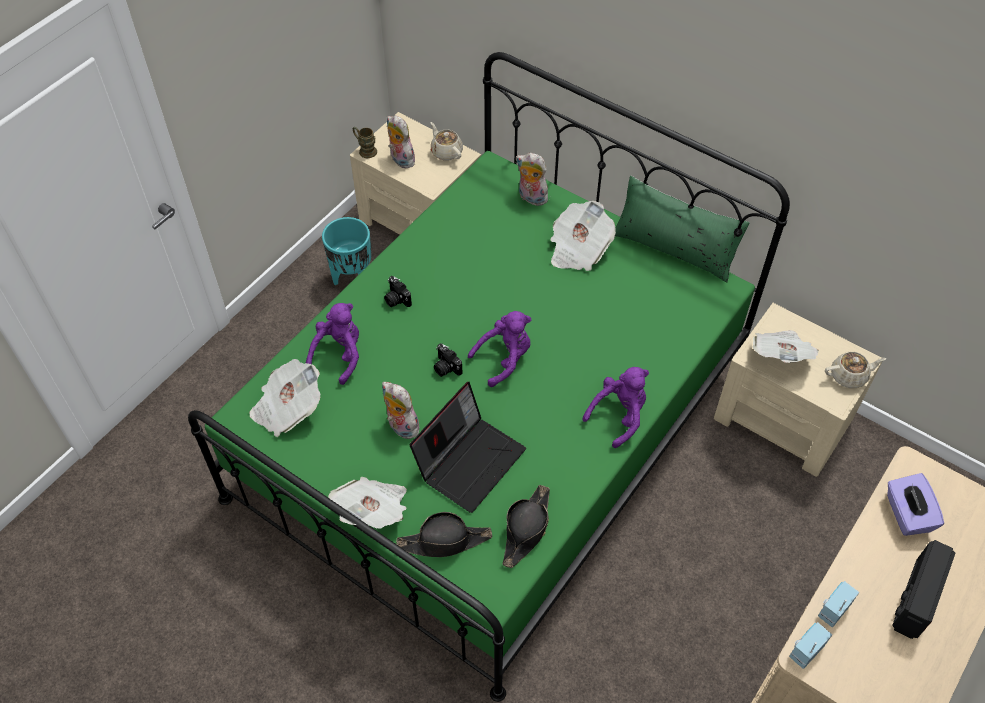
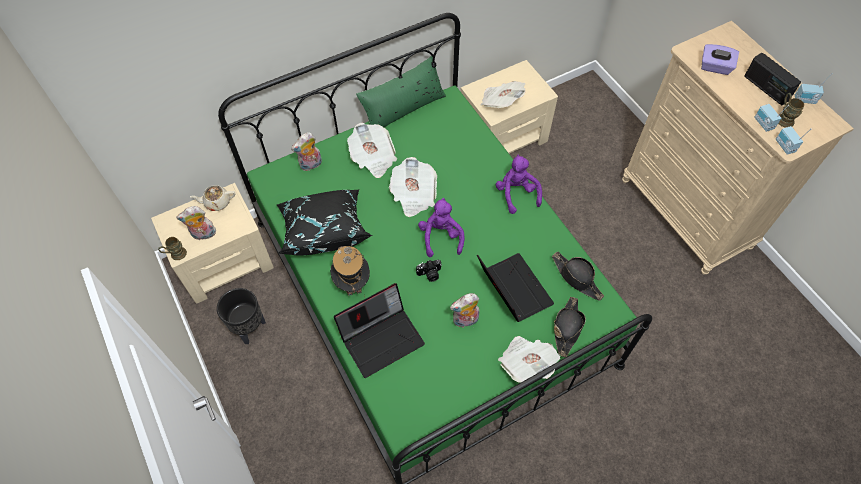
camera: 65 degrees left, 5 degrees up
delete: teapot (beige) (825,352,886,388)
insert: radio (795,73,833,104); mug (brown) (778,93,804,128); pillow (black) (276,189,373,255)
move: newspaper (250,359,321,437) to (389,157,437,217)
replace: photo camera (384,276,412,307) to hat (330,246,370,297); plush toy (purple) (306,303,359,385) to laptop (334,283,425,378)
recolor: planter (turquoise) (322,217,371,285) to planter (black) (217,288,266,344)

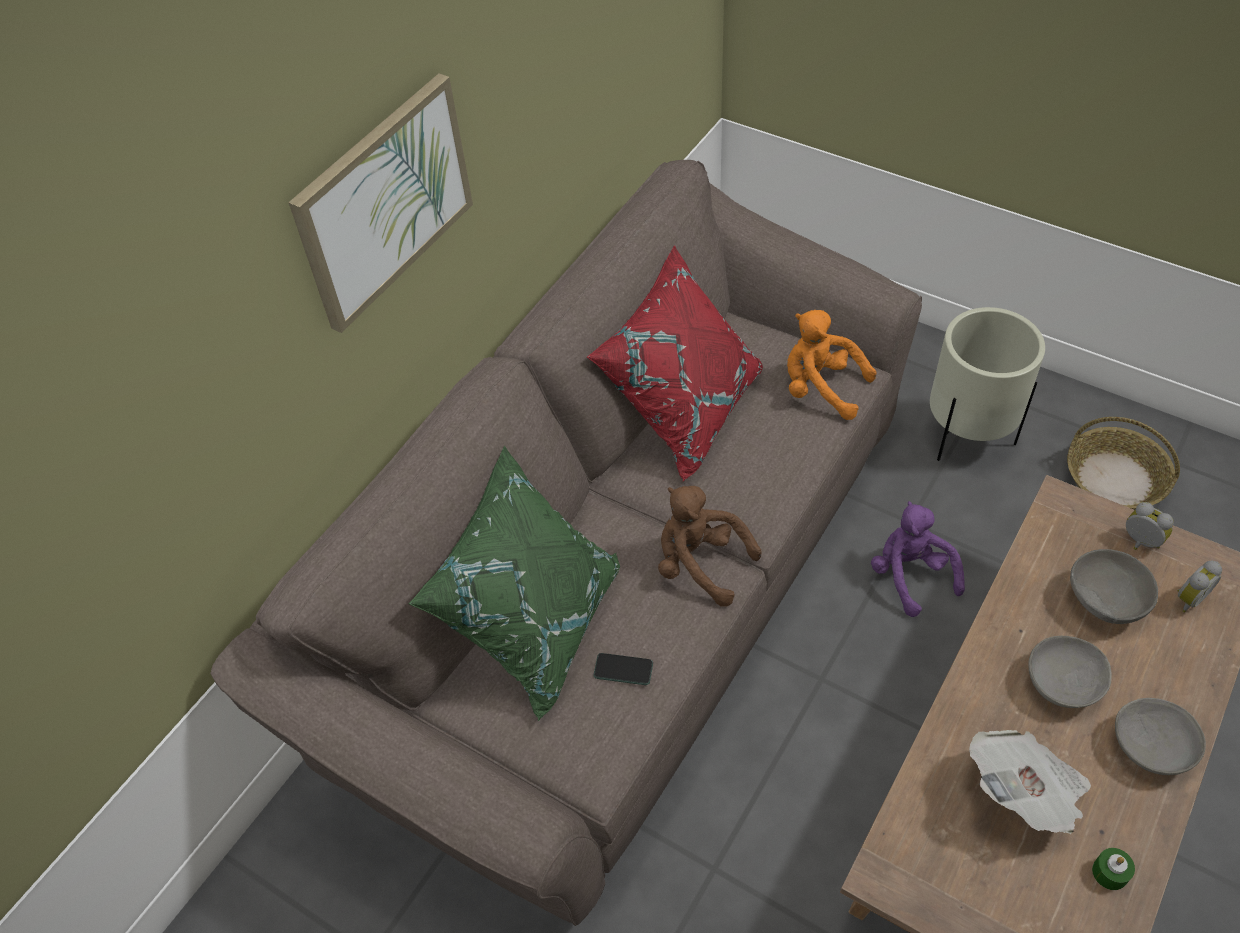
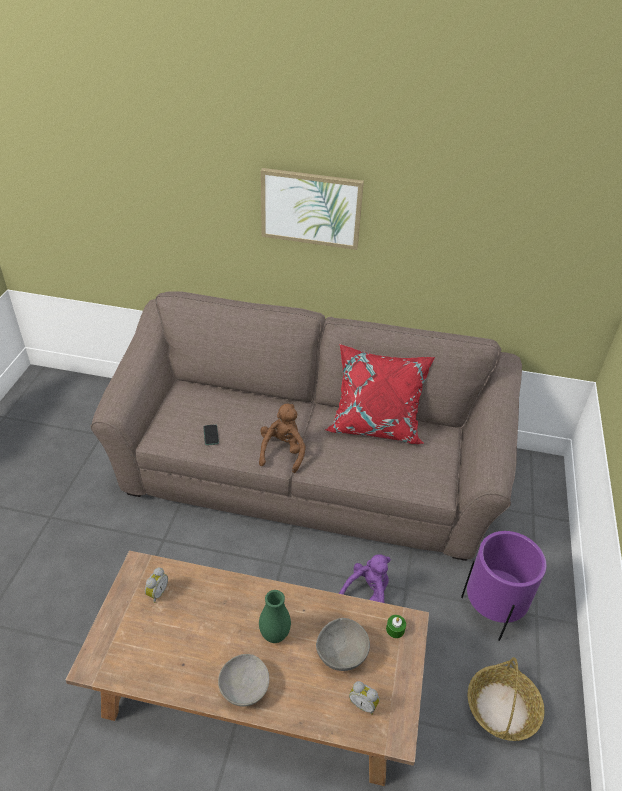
camera: 65 degrees right, 10 degrees down
delete: plush toy (orange) (787,310,877,420); pillow (green) (409,445,620,721); newspaper (969,730,1091,834)
move: alarm clock (1126,502,1174,550) to (145,567,168,603); candle (green) (1092,848,1135,890) to (386,615,406,638)
replace: bowl (grey) (1029,636,1112,708) to vase (green) (259,590,291,643)
recolor: planter (beige) (930,307,1045,461) to planter (purple) (461,531,546,641)

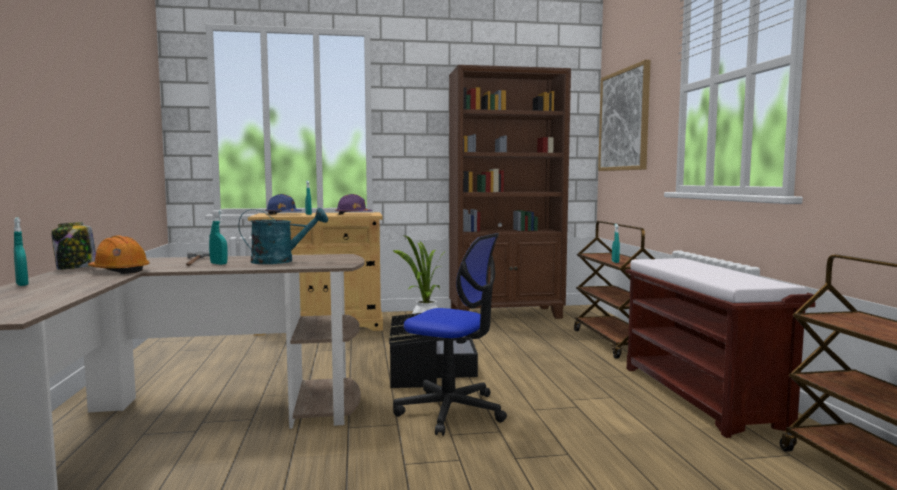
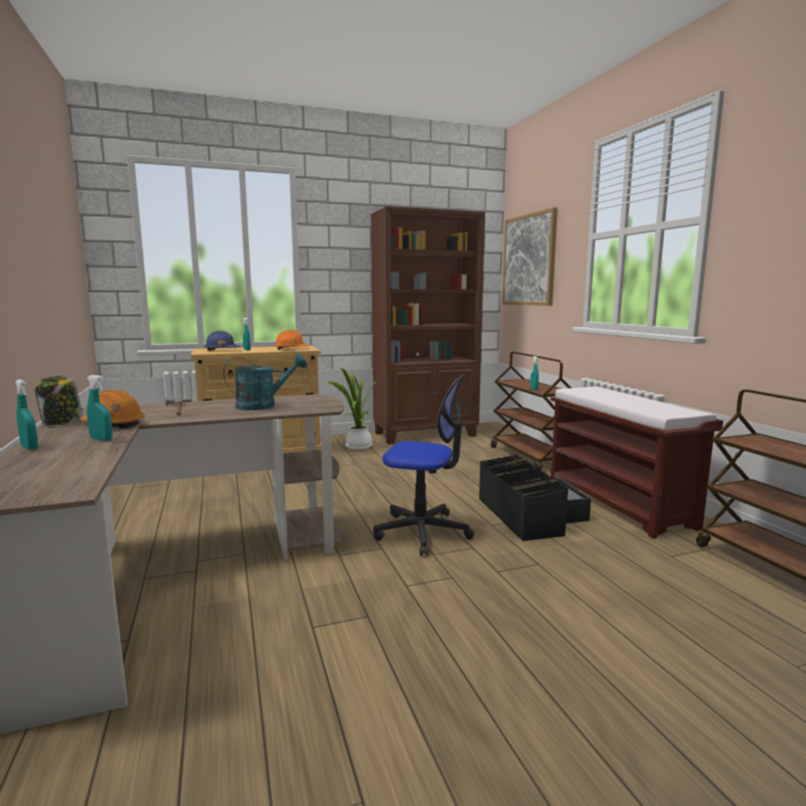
camera: 10 degrees left, 5 degrees up
move: spray bottle (turquoise) (209,210,228,265) to (87,375,113,441); storage box (black) (389,313,478,388) to (479,455,591,541)
recolor: hard hat (purple) (335,194,372,215) to hard hat (orange) (274,330,309,350)

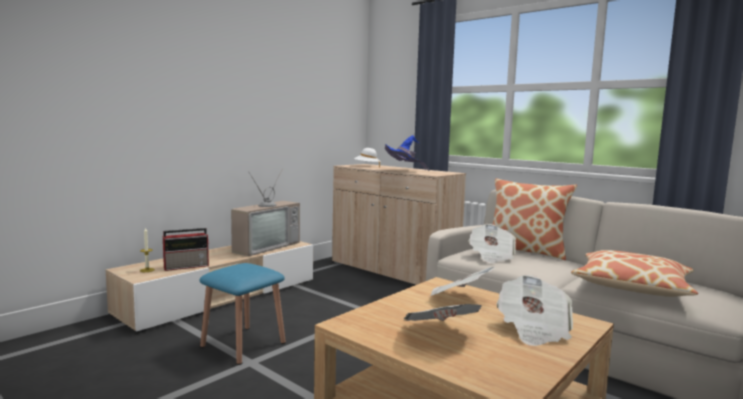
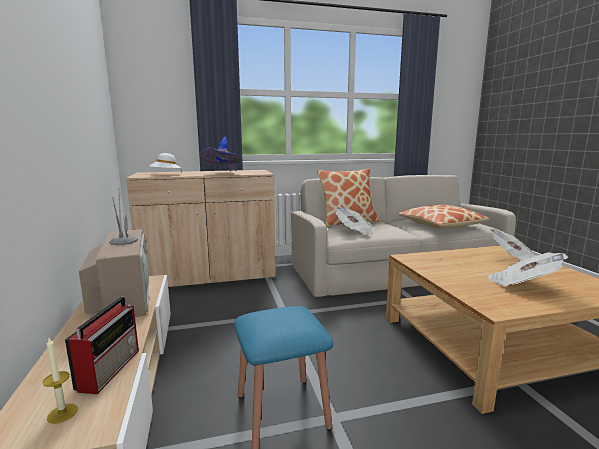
camera: 55 degrees left, 5 degrees up
delete: newspaper (431,266,495,296)

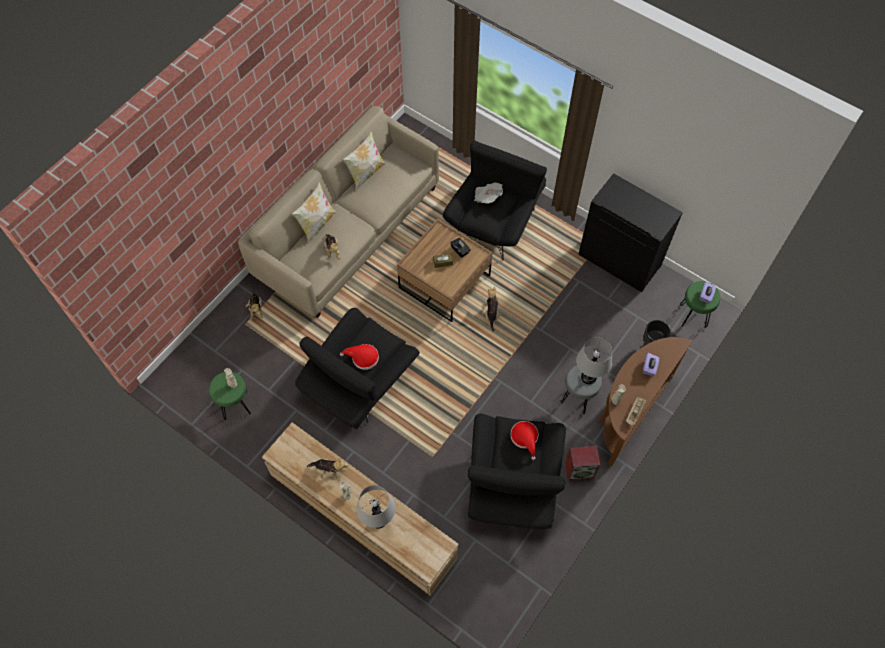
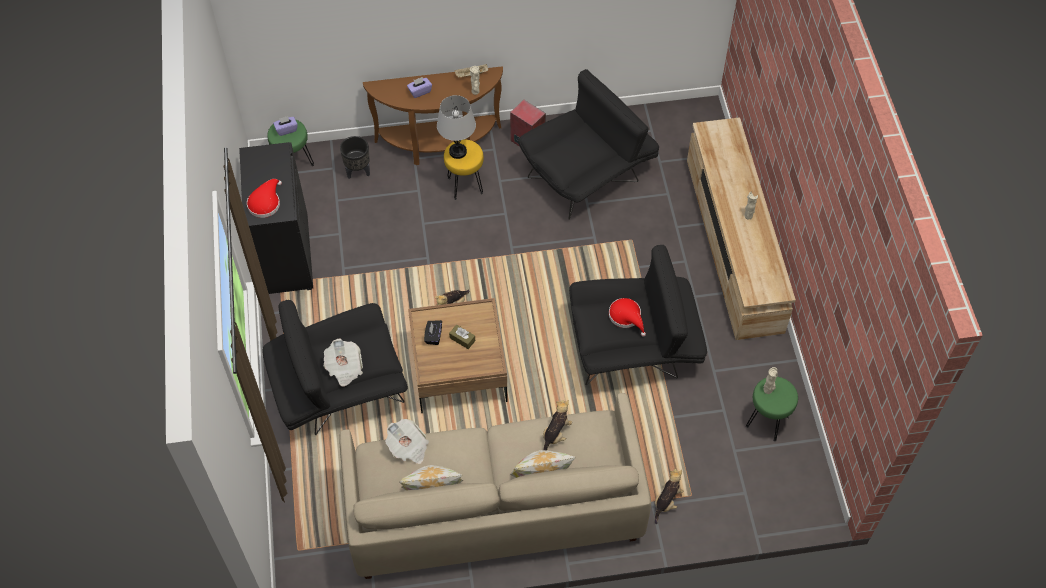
camera: 135 degrees left, 5 degrees down
delete: plush toy (307,458,348,481); table lamp (grey) (356,485,396,529)
insert: newspaper (385,419,429,464)
move: hat (red) (510,421,538,460) to (247,179,282,218)
recolor: stool (grey) (561,365,602,414) to stool (yellow) (444,139,484,200)

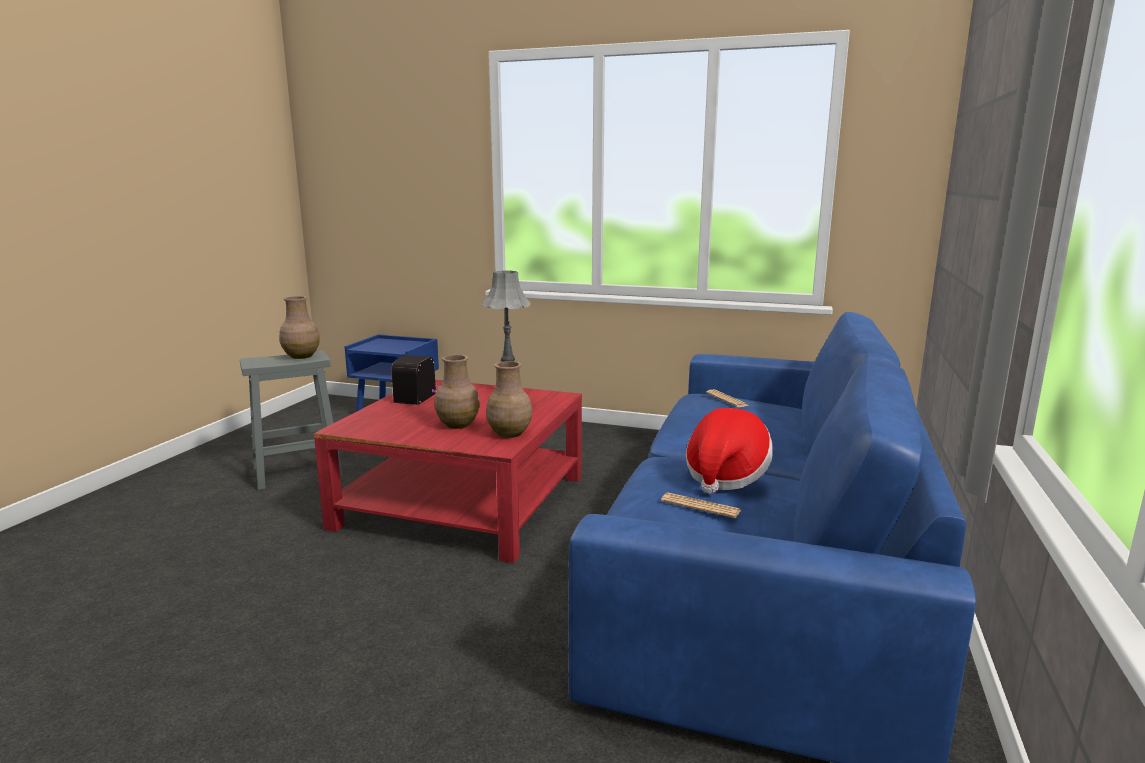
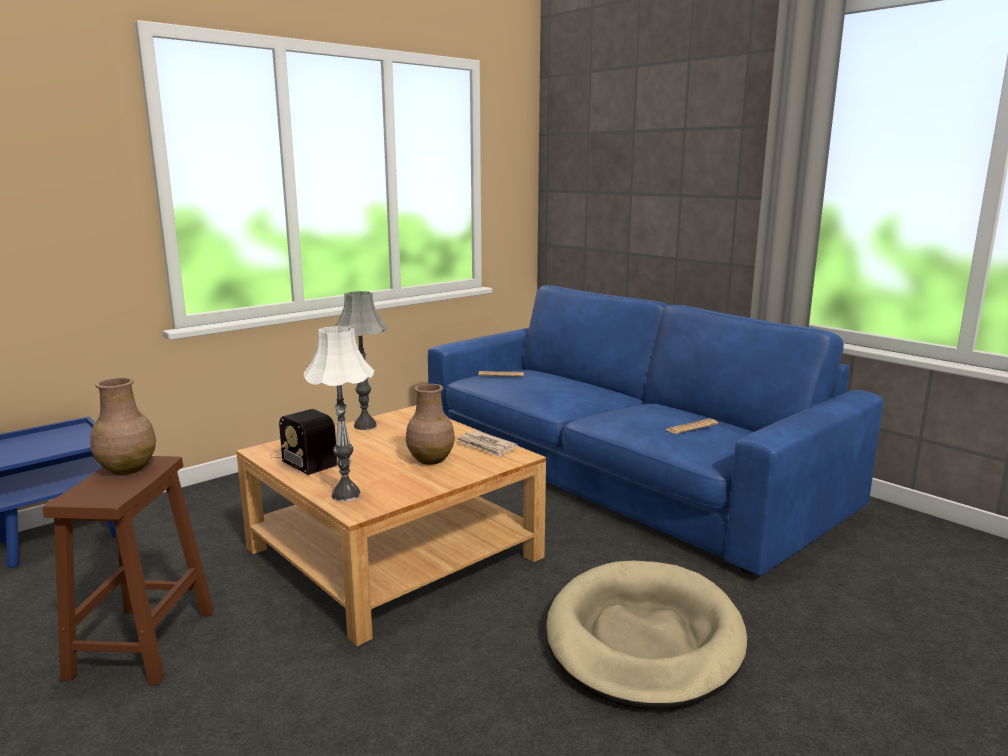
camera: 60 degrees left, 0 degrees up
delete: hat (686,408,773,494)
insert: table lamp (white) (304,326,374,502); dog bed (beige) (547,560,747,710)
replace: vase (brown) (486,361,532,438) to newspaper (456,430,518,458)
recolor: stool (grey) (240,350,343,490) to stool (brown) (43,456,214,685); coffee table (red) (314,380,582,563) to coffee table (beige) (236,405,546,646)

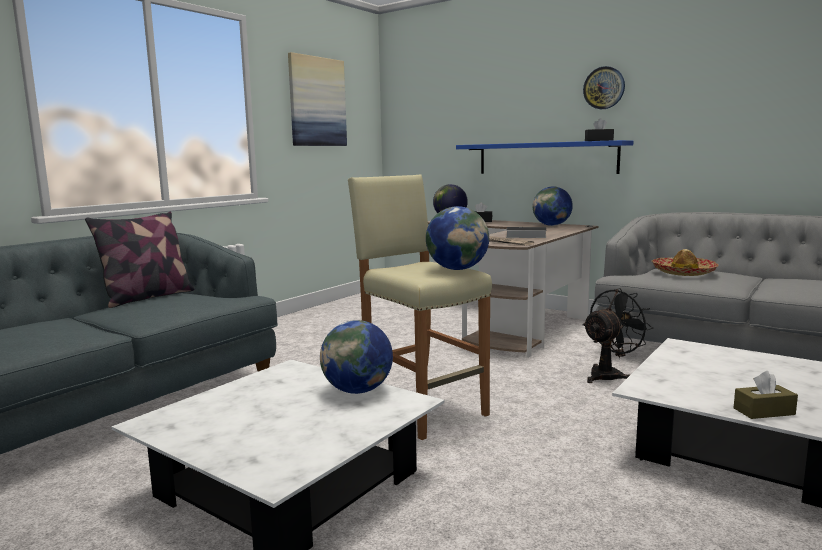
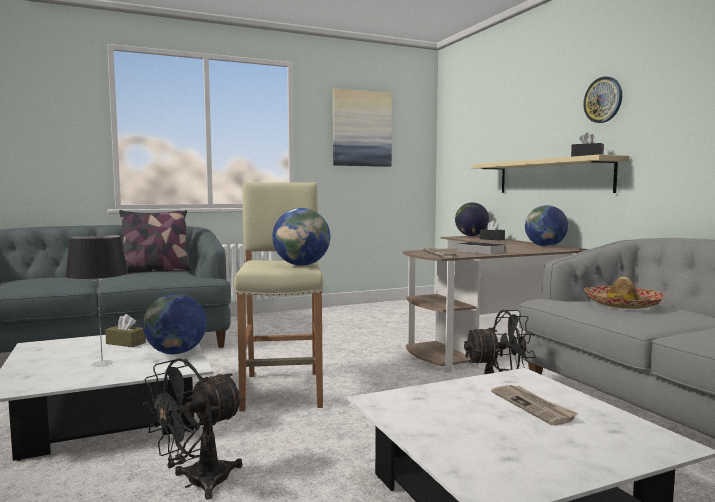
camera: 30 degrees right, 5 degrees down
insert: table lamp (65,235,128,367); fan (black) (143,358,244,500); newspaper (491,385,579,426)
move: tissue box (brown) (734,371,798,419) to (105,314,146,347)
recolor: shelf (blue) (456,140,633,174) to shelf (beige) (471,155,630,193)

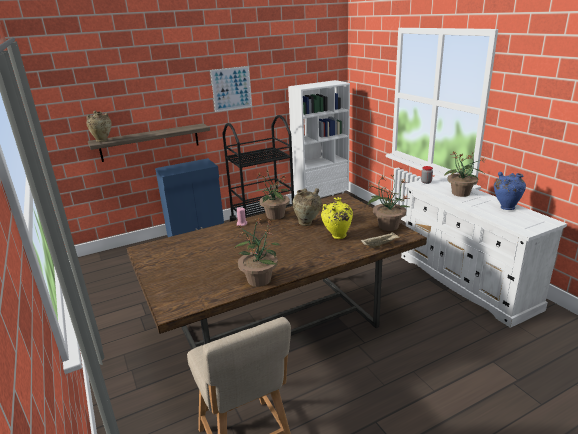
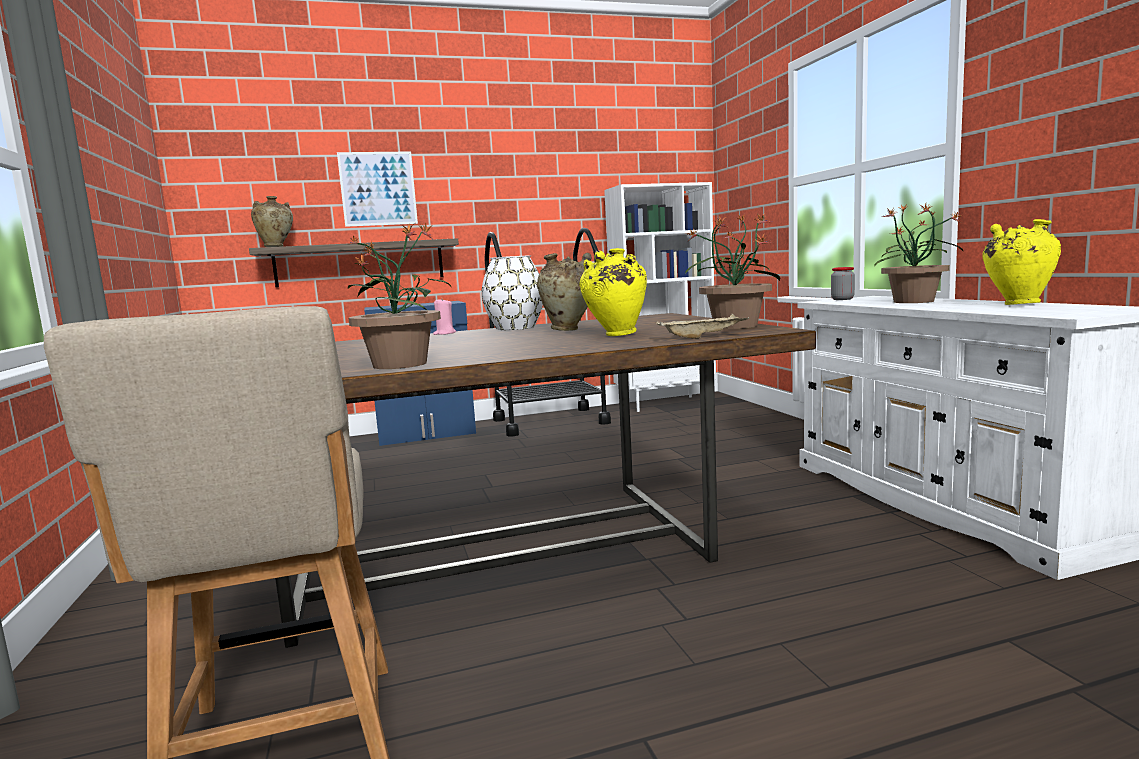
camera: 10 degrees right, 15 degrees down
move: picture (210,66,252,112) to (337,151,418,227)
replace: potted plant (255,170,290,220) to vase (white) (482,255,543,330)
recolor: vase (blue) (494,172,526,210) to vase (yellow) (982,219,1061,305)

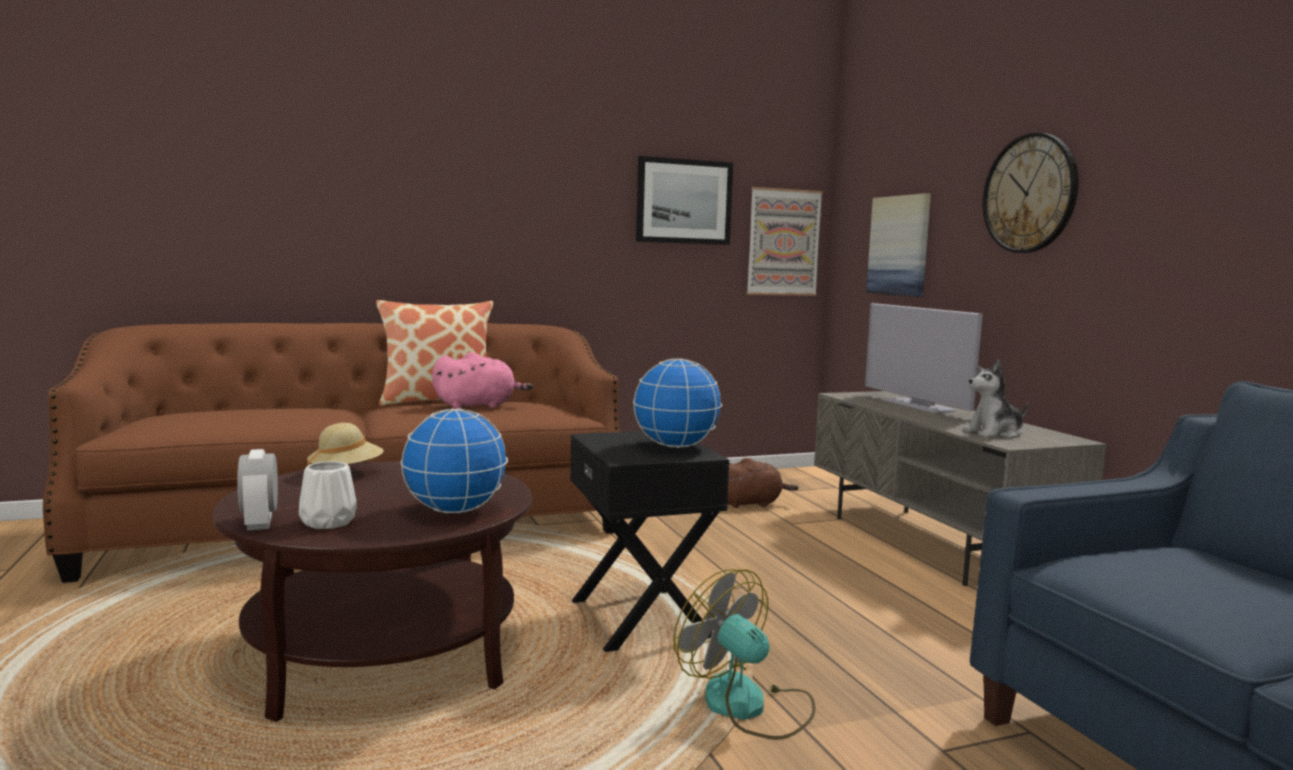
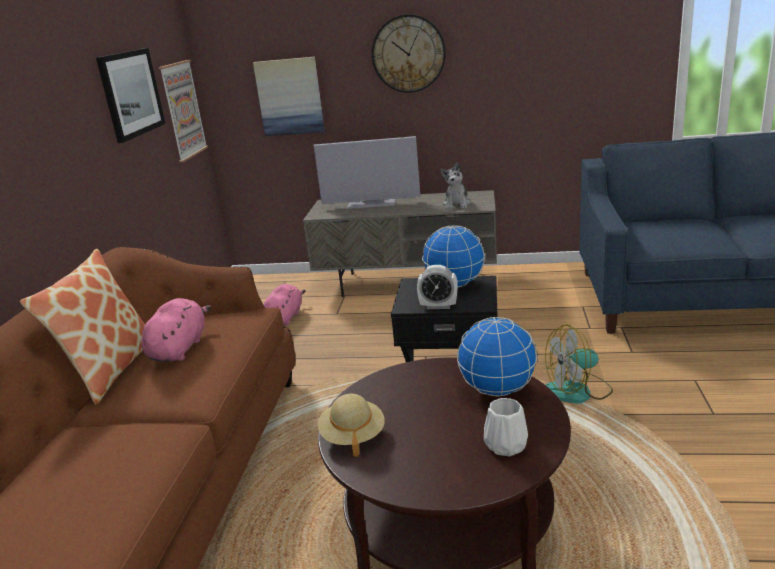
camera: 60 degrees left, 15 degrees up
move: alarm clock (237,449,278,530) to (417,265,458,309)
recolor: plush toy (brown) (727,458,799,508) to plush toy (pink) (264,284,306,325)

